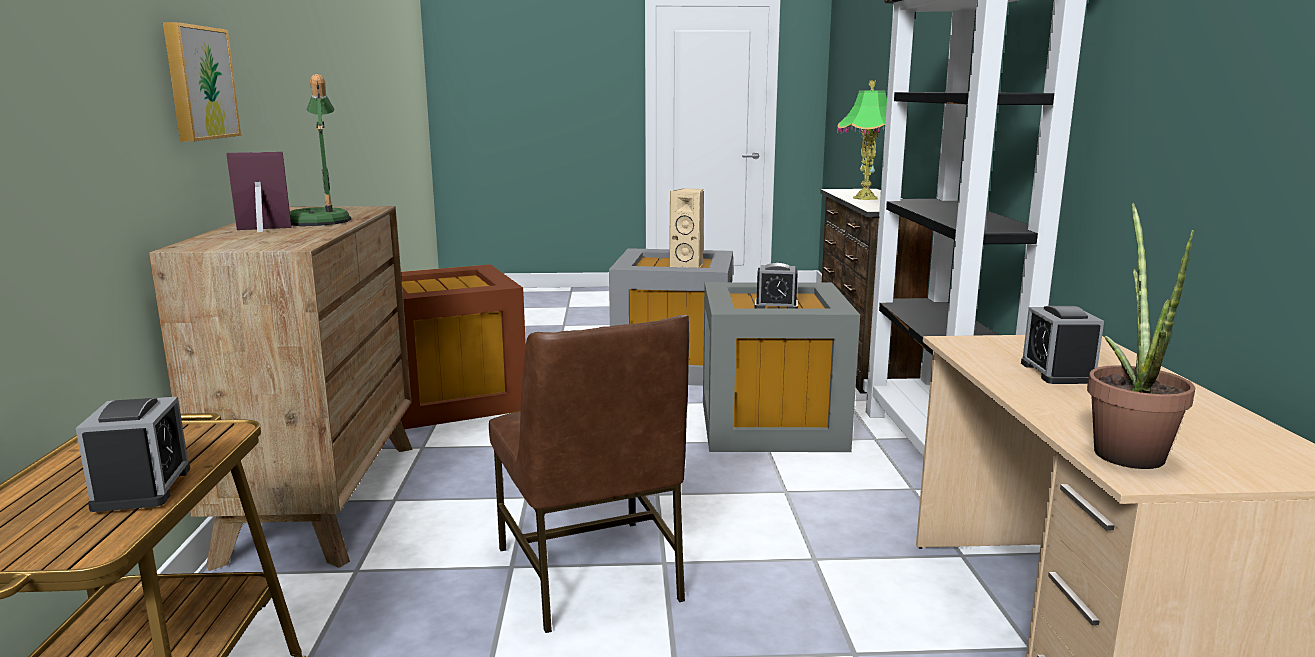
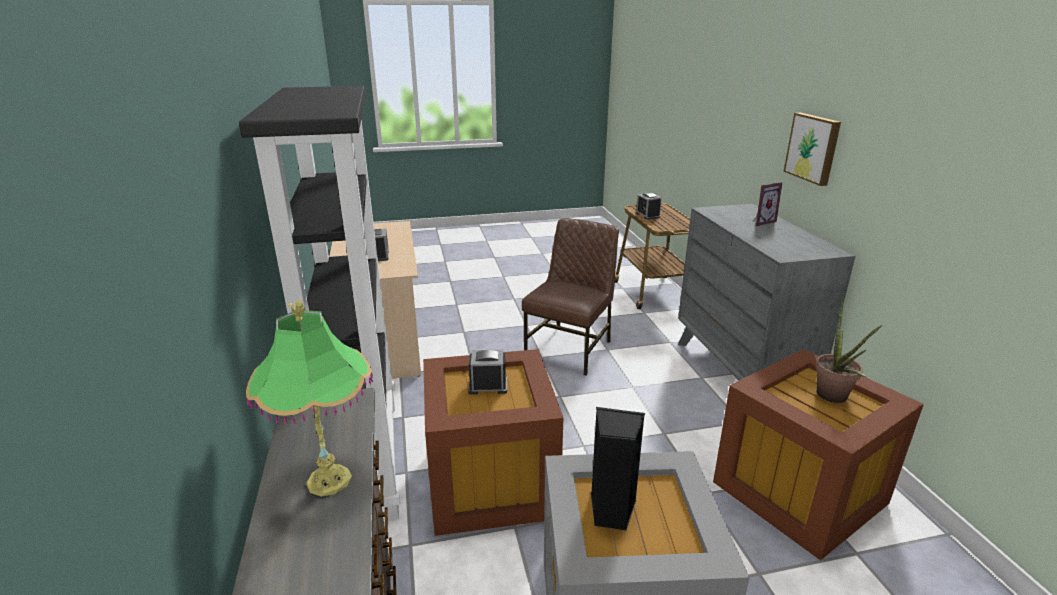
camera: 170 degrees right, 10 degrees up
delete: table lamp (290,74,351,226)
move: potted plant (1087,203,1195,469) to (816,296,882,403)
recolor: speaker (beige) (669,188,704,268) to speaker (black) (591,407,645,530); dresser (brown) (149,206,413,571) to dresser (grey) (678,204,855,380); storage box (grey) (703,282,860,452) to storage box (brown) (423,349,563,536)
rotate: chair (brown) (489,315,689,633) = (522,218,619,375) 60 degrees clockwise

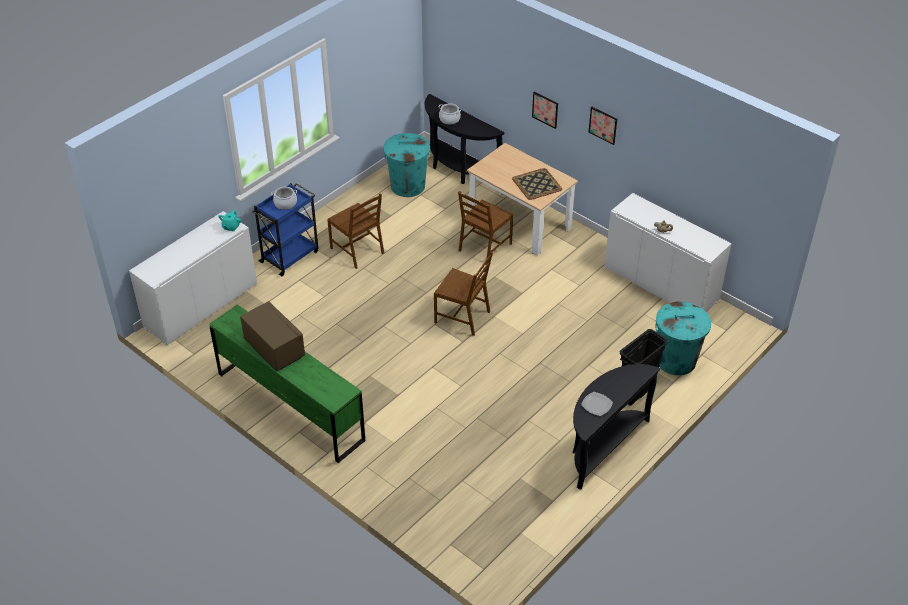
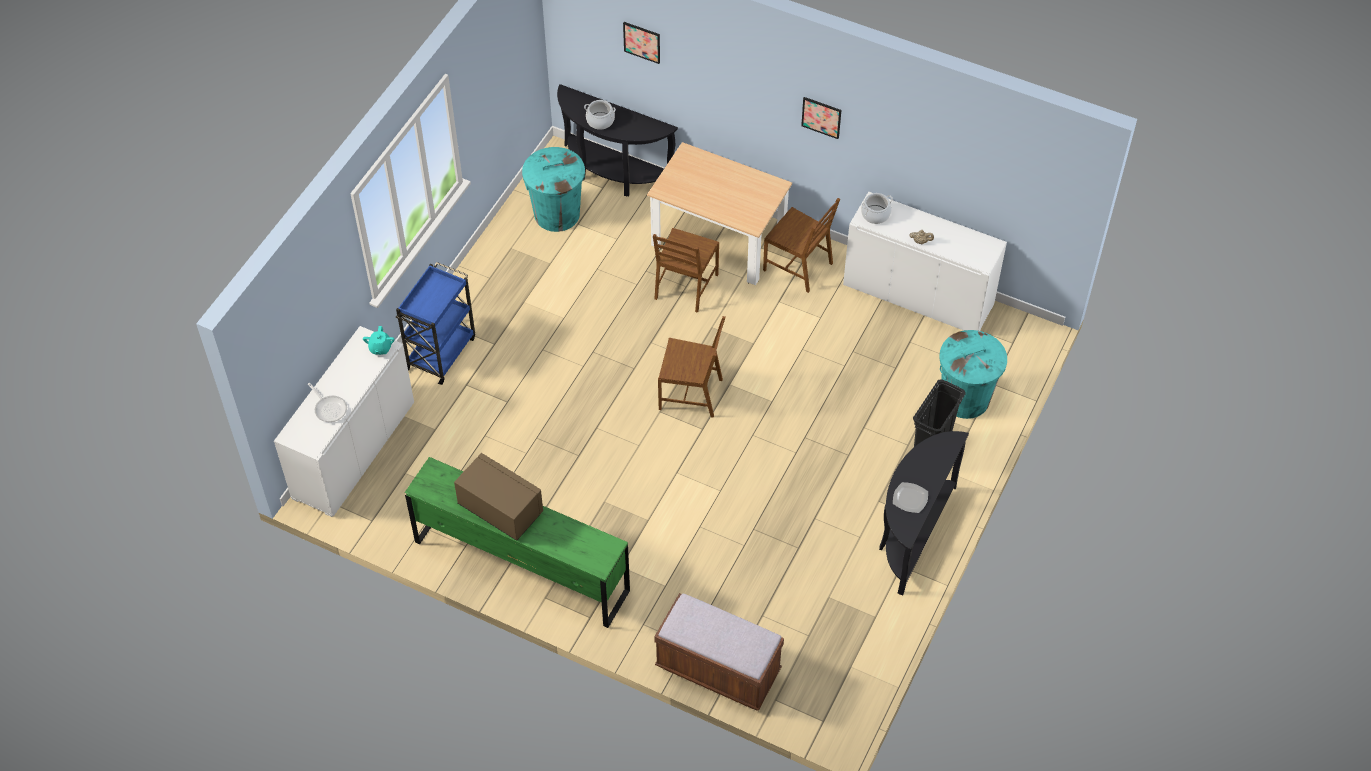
camera: 15 degrees left, 10 degrees up
delete: tray (512,168,562,200)
insert: frying pan (308,383,347,422); bench (brown) (654,593,784,711)
move: picture (532,92,558,129) to (623,22,660,64); cooking pot (271,187,297,210) to (861,193,893,224); chair (brown) (327,193,384,269) to (763,198,840,293)

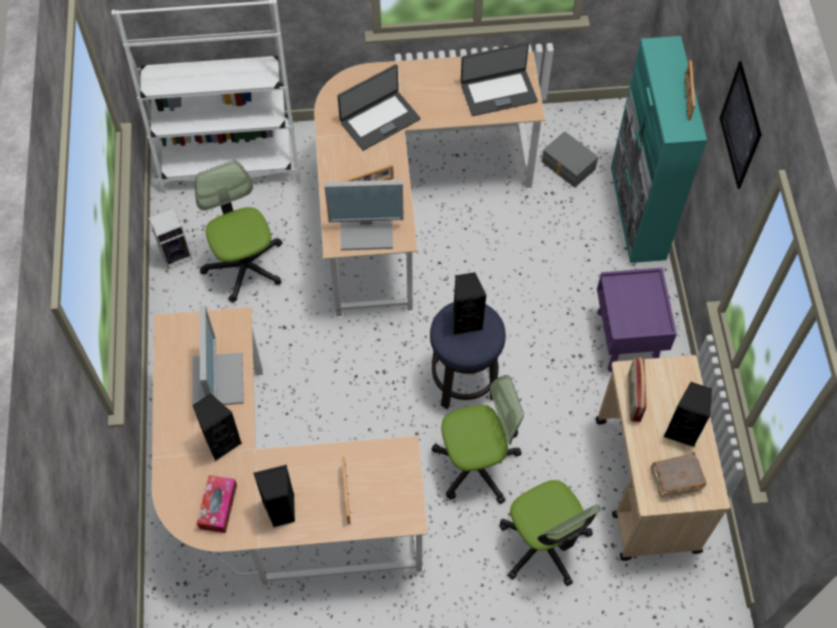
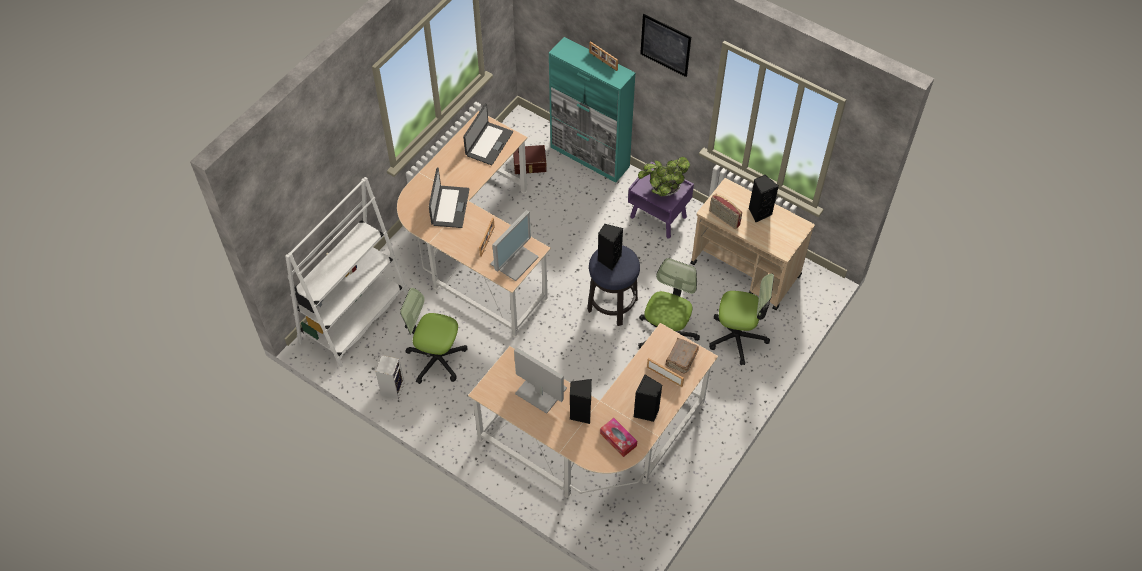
camera: 50 degrees left, 5 degrees down
insert: potted plant (638,157,690,197)
move: book (brown) (651,452,706,498) to (665,338,699,374)
recolor: storage box (grey) (542,132,598,188) to storage box (brown) (513,145,547,174)

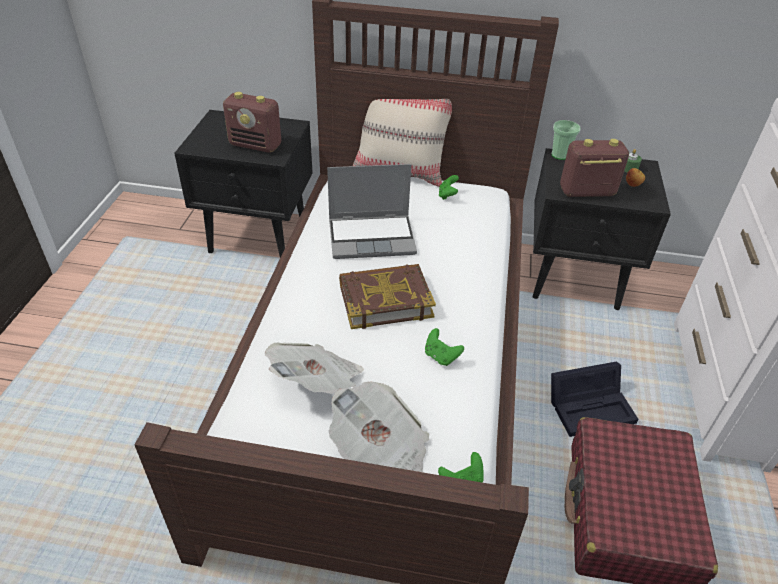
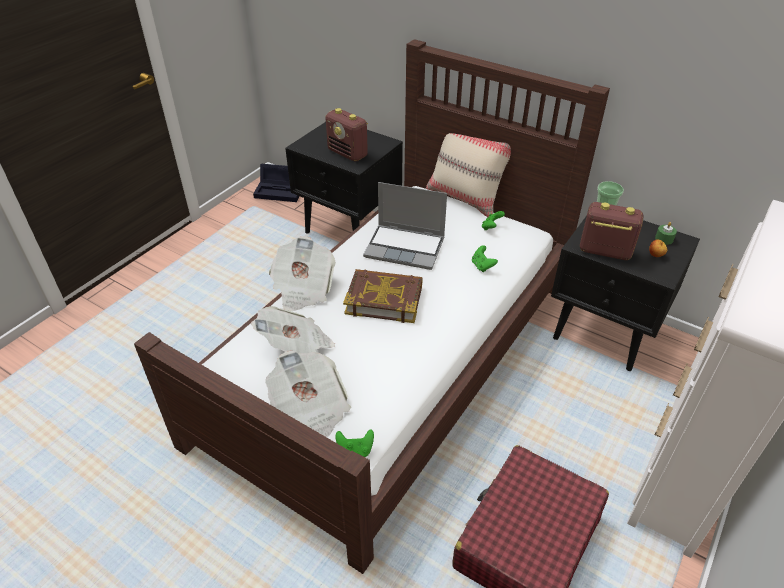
camera: 25 degrees right, 0 degrees up
insert: newspaper (269,236,336,311)
move: game controller (green) (425,328,464,366) to (472,245,498,272); storage box (black) (551,361,638,437) to (253,164,299,202)

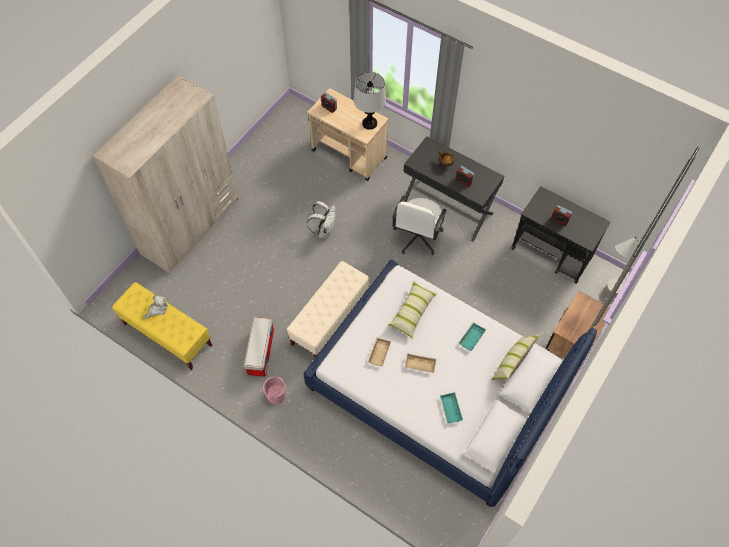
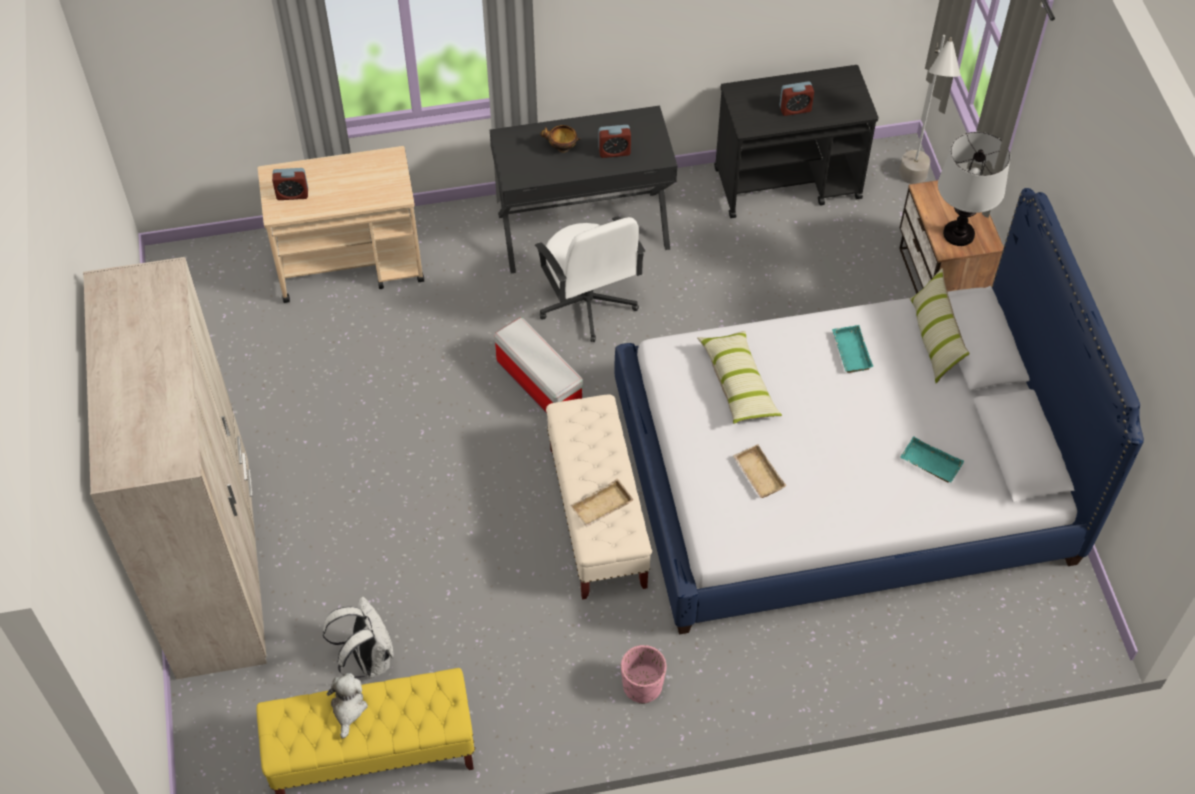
camera: 45 degrees left, 5 degrees down
move: table lamp (353,72,386,130) to (938,132,1010,246); backpack (white) (306,201,336,239) to (323,597,394,679); storage box (244,317,274,377) to (494,318,583,414); tray (beige) (405,353,436,373) to (571,478,634,527)

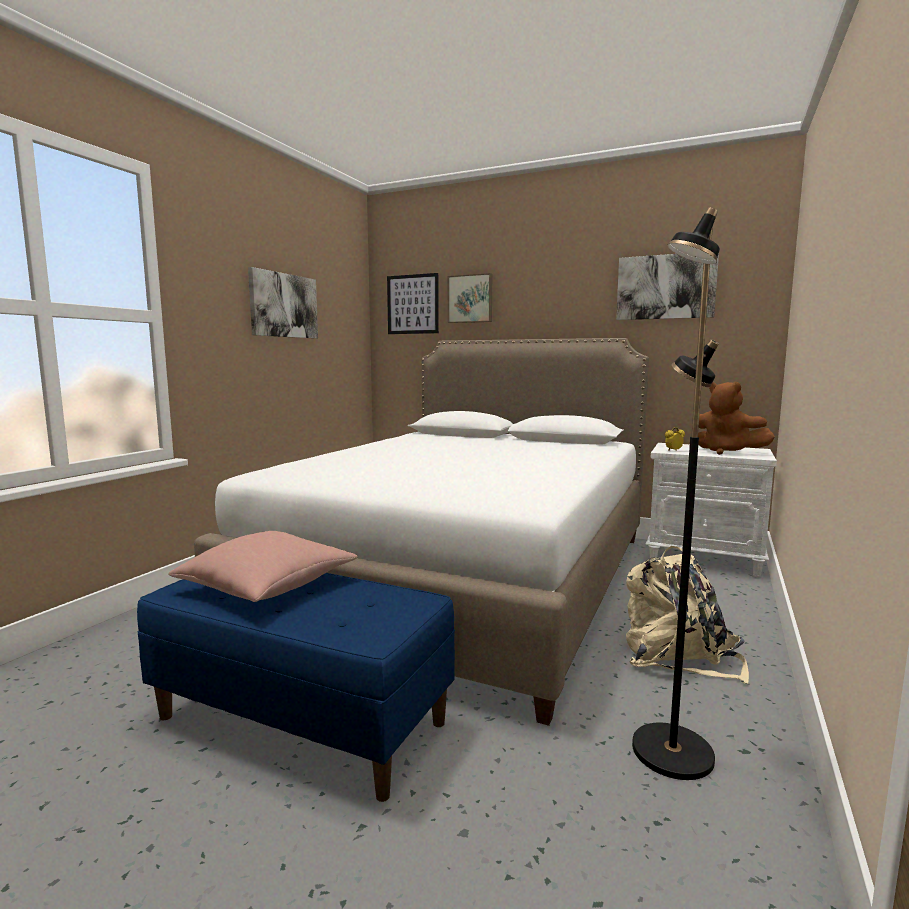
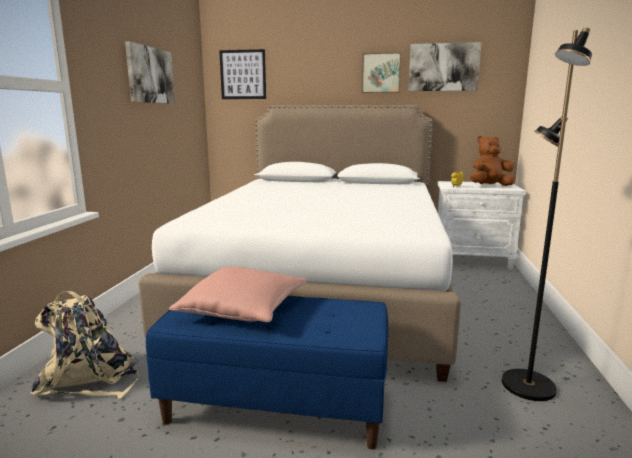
camera: 15 degrees left, 5 degrees up
move: picture (448,273,492,323) to (362,52,401,93); backpack (beige) (626,546,749,684) to (31,291,139,399)
rotate: plush toy (brown) (698,382,775,455) = (470,136,515,186) 135 degrees clockwise

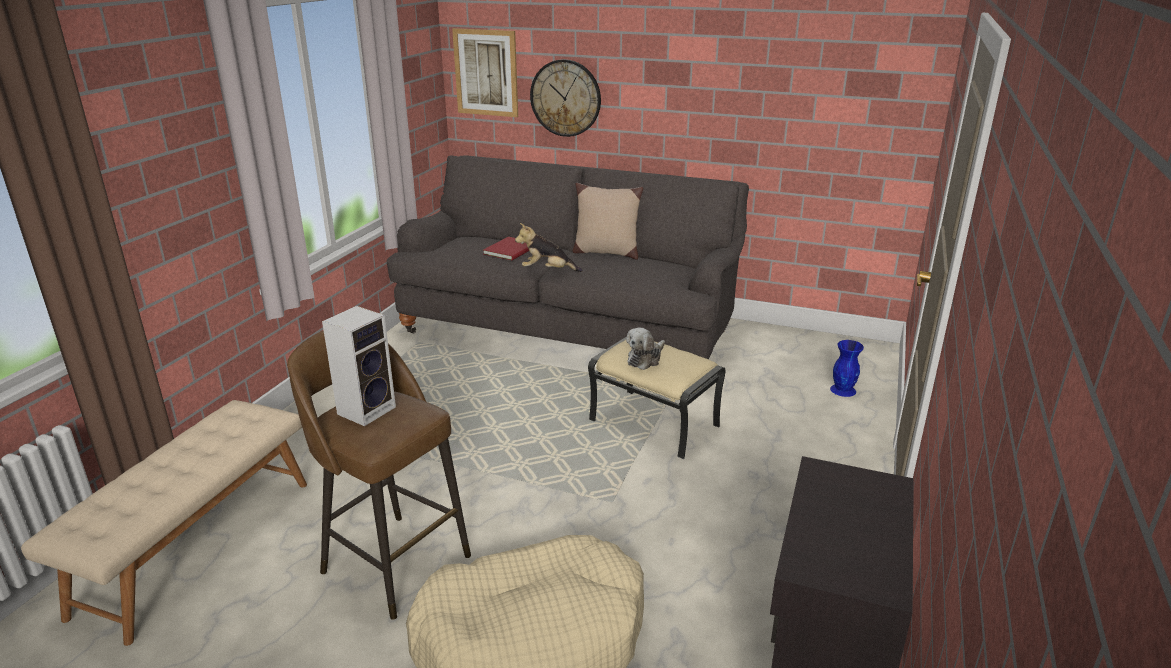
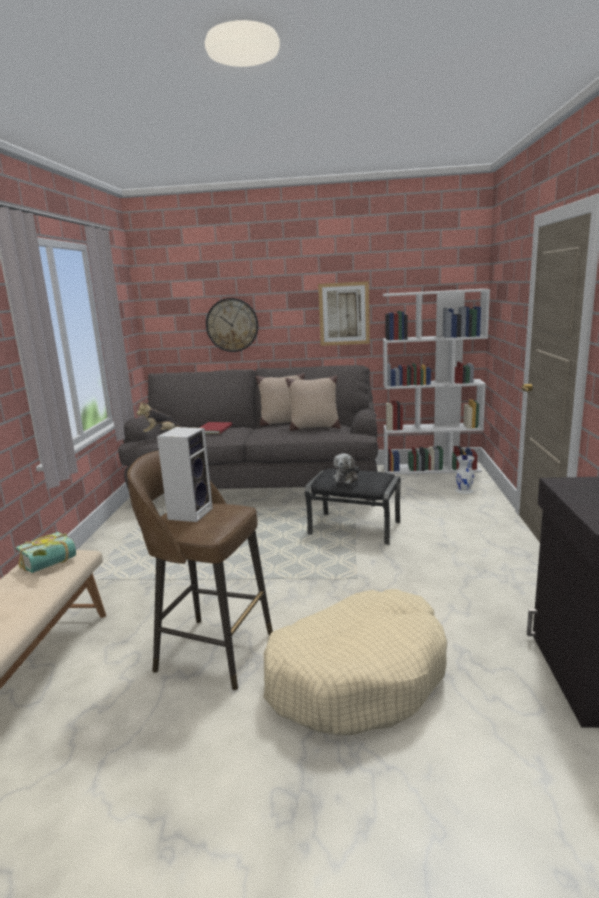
camera: 15 degrees left, 10 degrees down
insert: bookcase (white) (383,289,490,474); pillow (beige) (286,375,341,431); book (16,532,76,573)
move: picture (452,28,518,117) to (318,281,370,346); plush toy (515,223,582,272) to (136,402,182,433)
recolor: ottoman (beige) (588,336,726,459) to ottoman (black) (305,468,401,545); vase (blue) (830,340,864,397) to vase (white) (455,455,475,494)

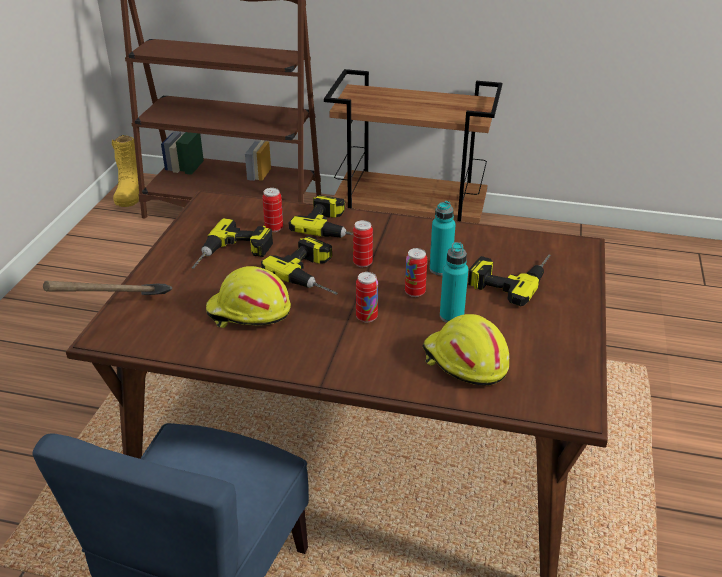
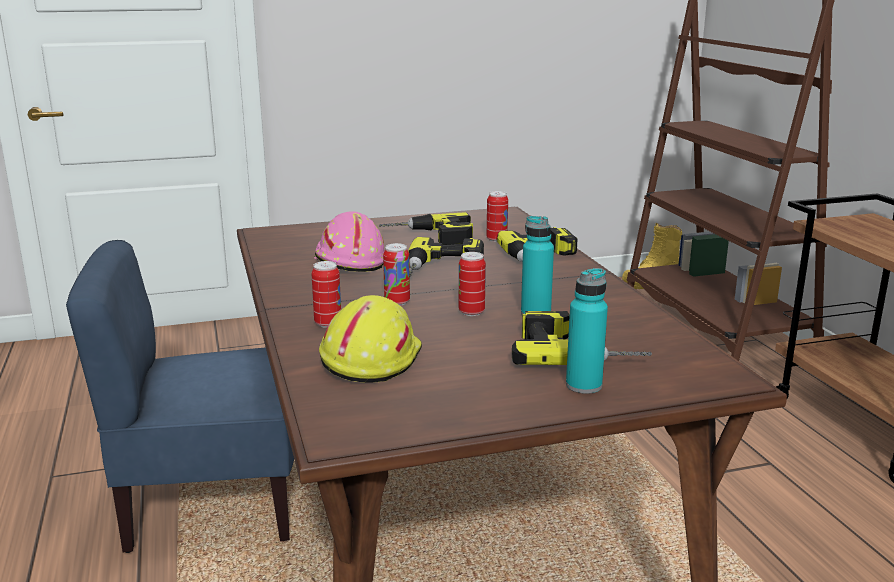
camera: 60 degrees right, 15 degrees down
delete: hammer (43,281,172,295)
move: can (353,220,373,267) to (311,261,341,328); bottle (turquoise) (440,242,468,323) to (566,268,608,394)
recolor: hard hat (yellow) (206,266,291,328) to hard hat (pink) (314,211,384,272)

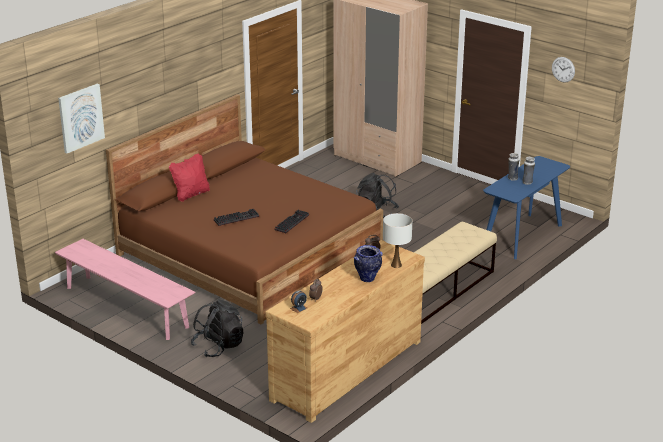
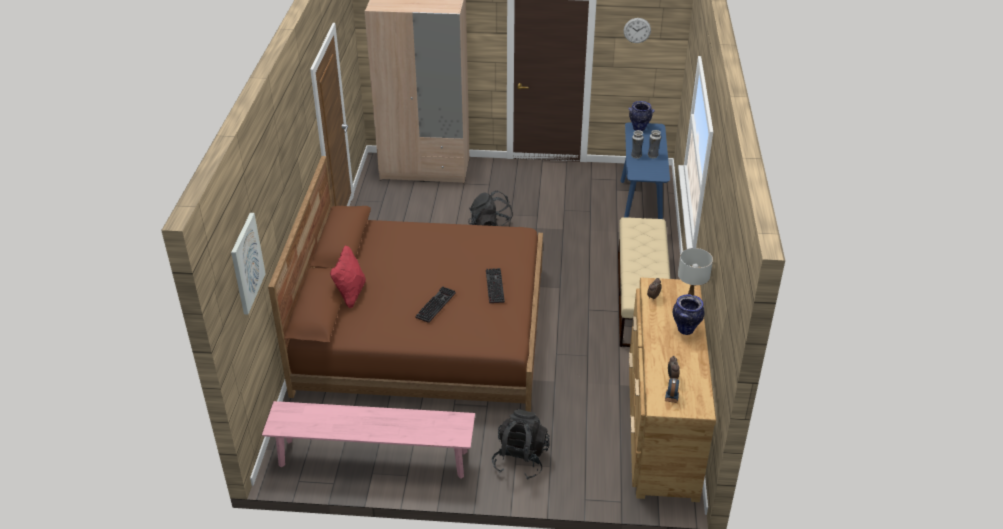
camera: 35 degrees left, 10 degrees up
insert: vase (629,101,654,131)

